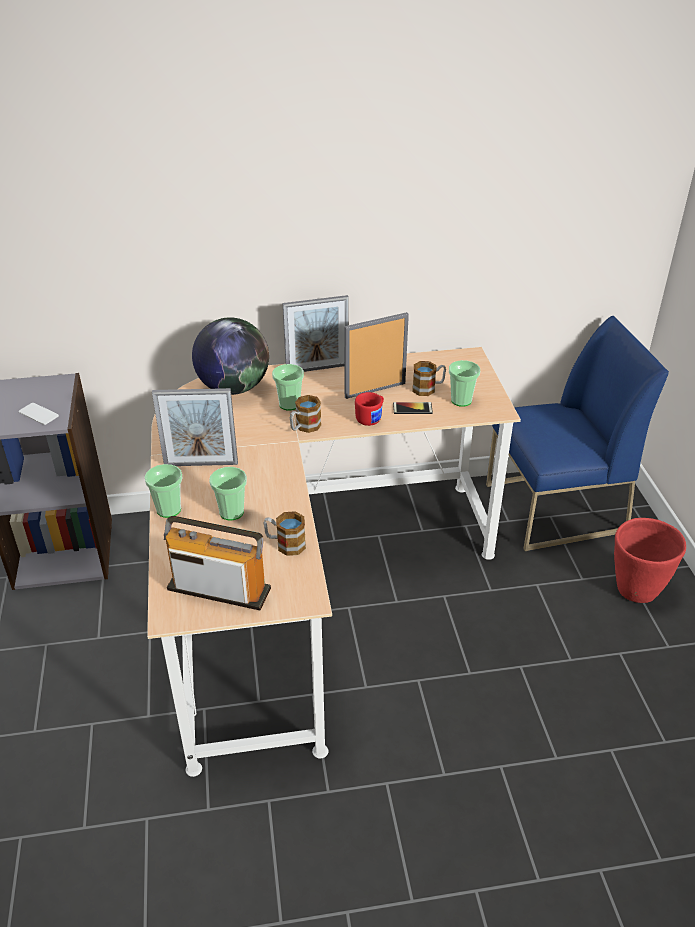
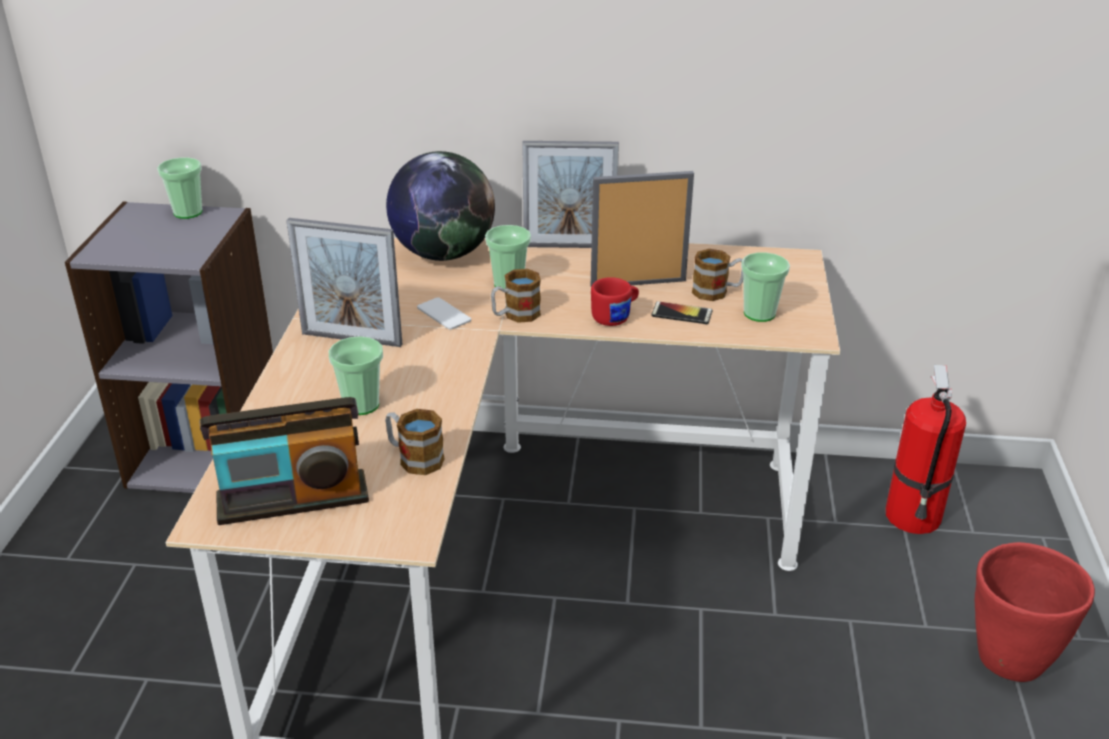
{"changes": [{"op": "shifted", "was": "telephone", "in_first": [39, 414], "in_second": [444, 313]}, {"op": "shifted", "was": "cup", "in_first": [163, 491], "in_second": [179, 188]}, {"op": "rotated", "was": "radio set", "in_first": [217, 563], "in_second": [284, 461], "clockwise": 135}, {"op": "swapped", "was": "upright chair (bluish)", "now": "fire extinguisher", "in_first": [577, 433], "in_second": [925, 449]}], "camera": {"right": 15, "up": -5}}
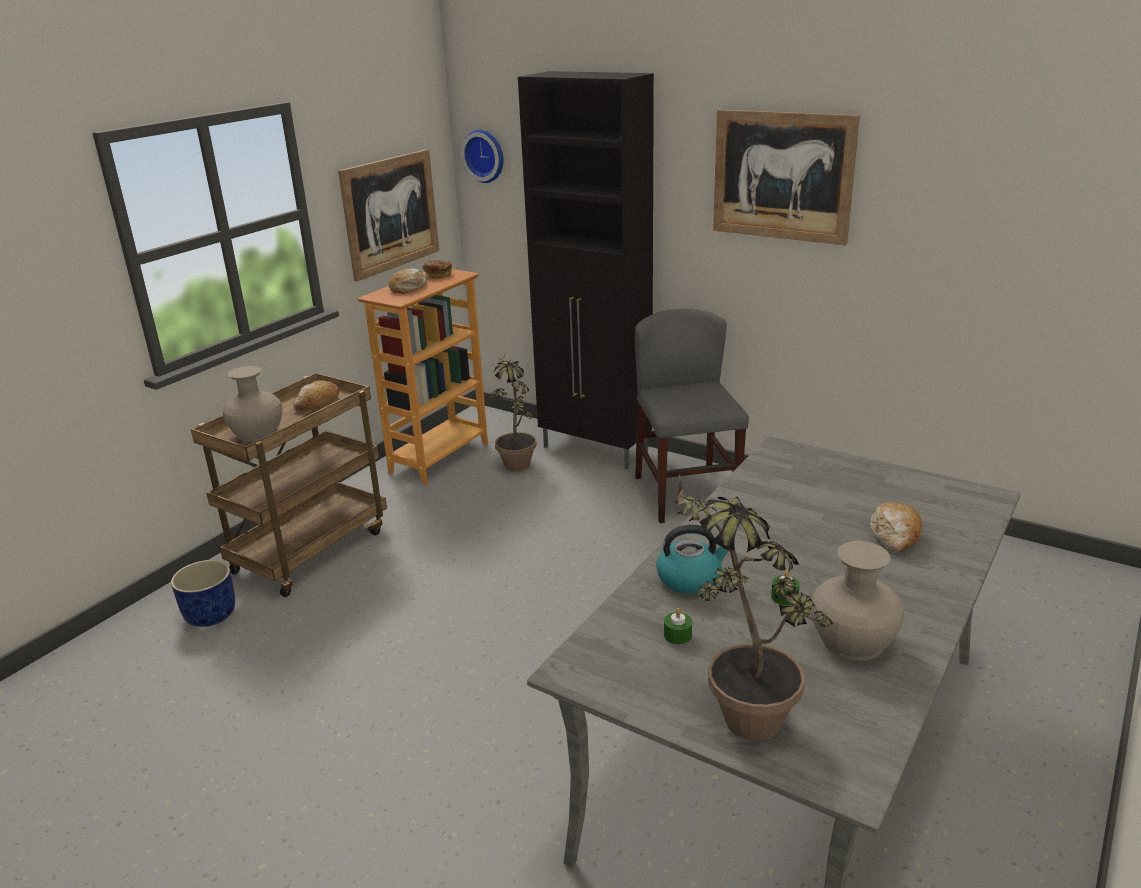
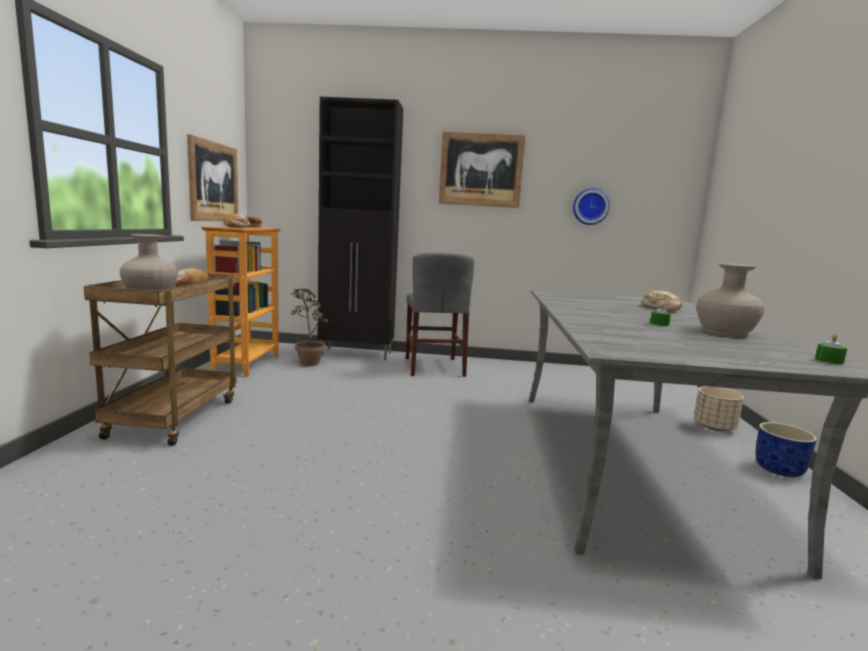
{"changes": [{"op": "shifted", "was": "flower pot (bluish)", "in_first": [203, 593], "in_second": [786, 449]}, {"op": "shifted", "was": "wall clock", "in_first": [482, 156], "in_second": [591, 206]}, {"op": "rotated", "was": "upright chair (grey)", "in_first": [692, 416], "in_second": [440, 315], "clockwise": -150}, {"op": "gone", "was": "kettle", "in_first": [693, 559]}, {"op": "shifted", "was": "wax candle (green-coloured)", "in_first": [678, 626], "in_second": [831, 349]}, {"op": "gone", "was": "potted plant", "in_first": [754, 606]}, {"op": "new", "now": "flower pot (beige-coloured)", "in_second": [719, 408]}], "camera": {"right": -30, "up": -15}}
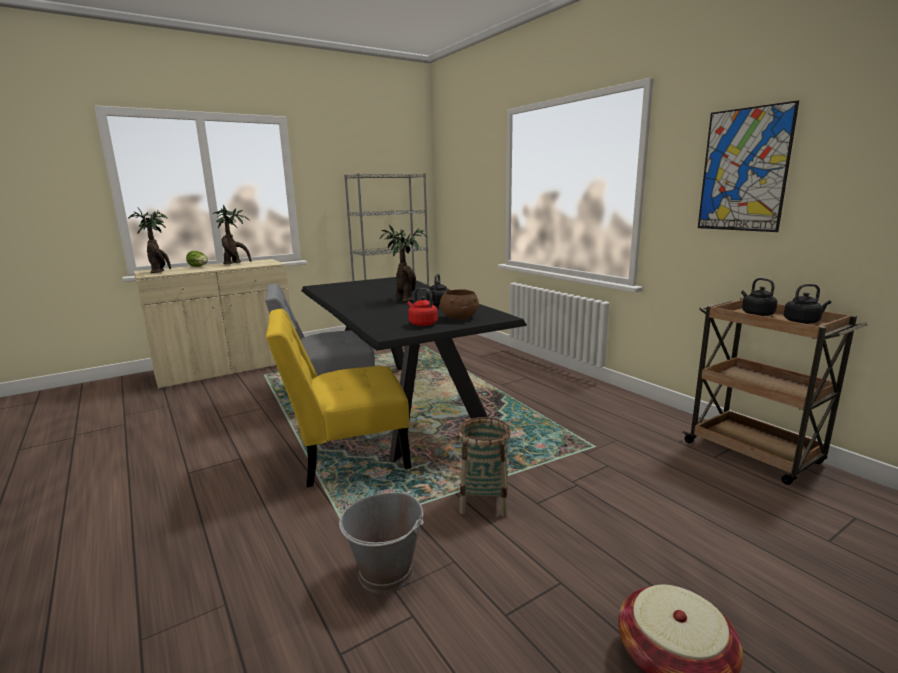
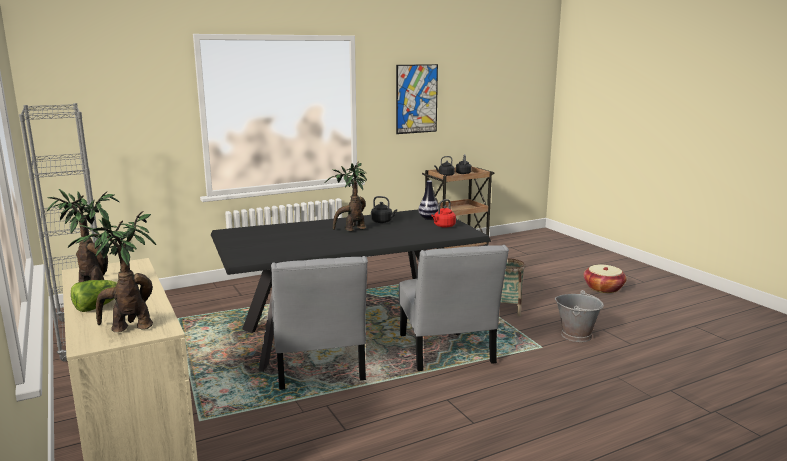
{"changes": [{"op": "repainted", "was": "upright chair (yellow)", "now": "upright chair (grey)", "in_first": [338, 398], "in_second": [454, 308]}, {"op": "swapped", "was": "serving bowl (brown-coloured)", "now": "decorative vase", "in_first": [459, 304], "in_second": [428, 200]}], "camera": {"right": -85, "up": 0}}
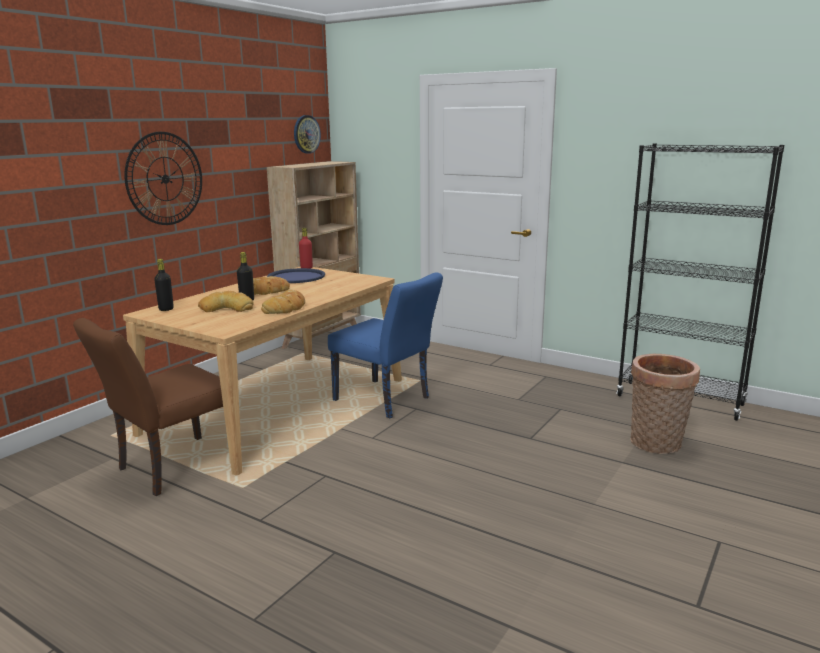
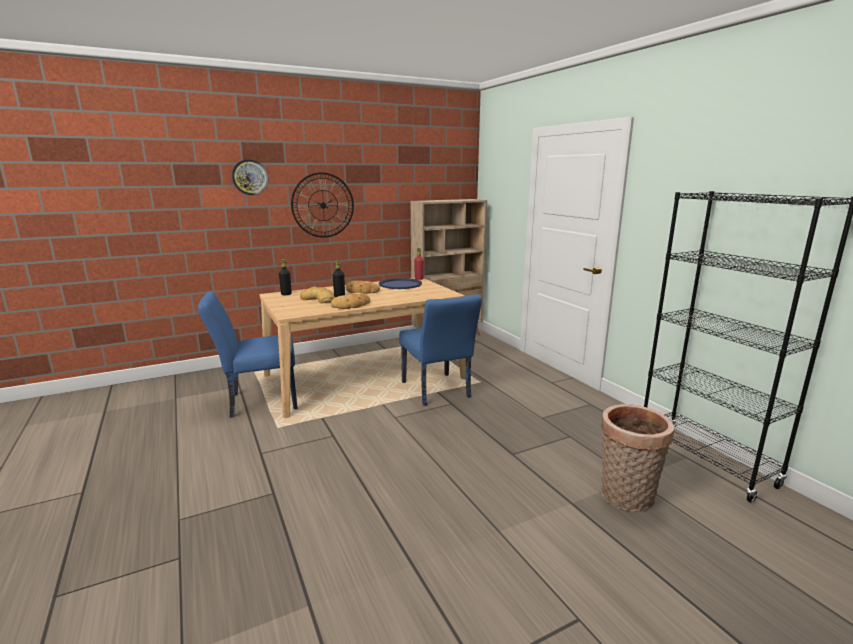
{"changes": [{"op": "repainted", "was": "upright chair (brown-coloured)", "now": "upright chair (bluish)", "in_first": [148, 407], "in_second": [248, 355]}, {"op": "shifted", "was": "wall clock", "in_first": [307, 134], "in_second": [250, 177]}], "camera": {"right": 30, "up": 0}}
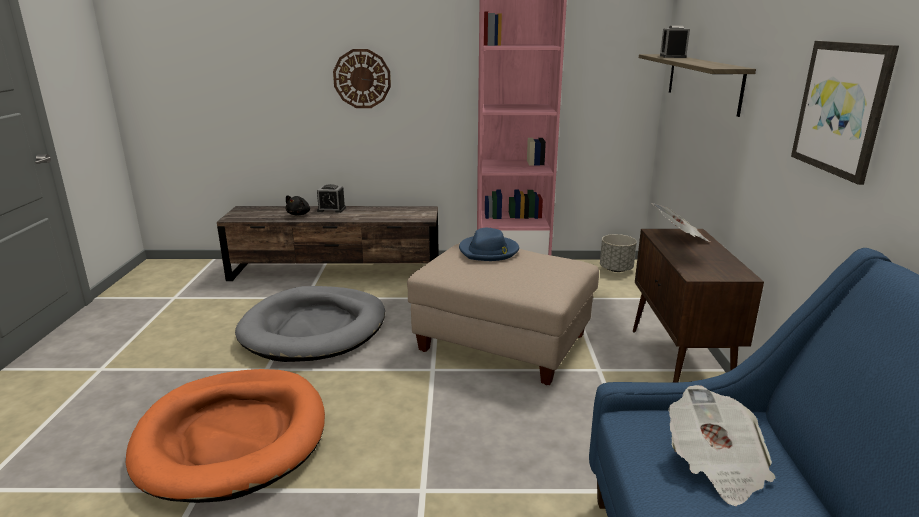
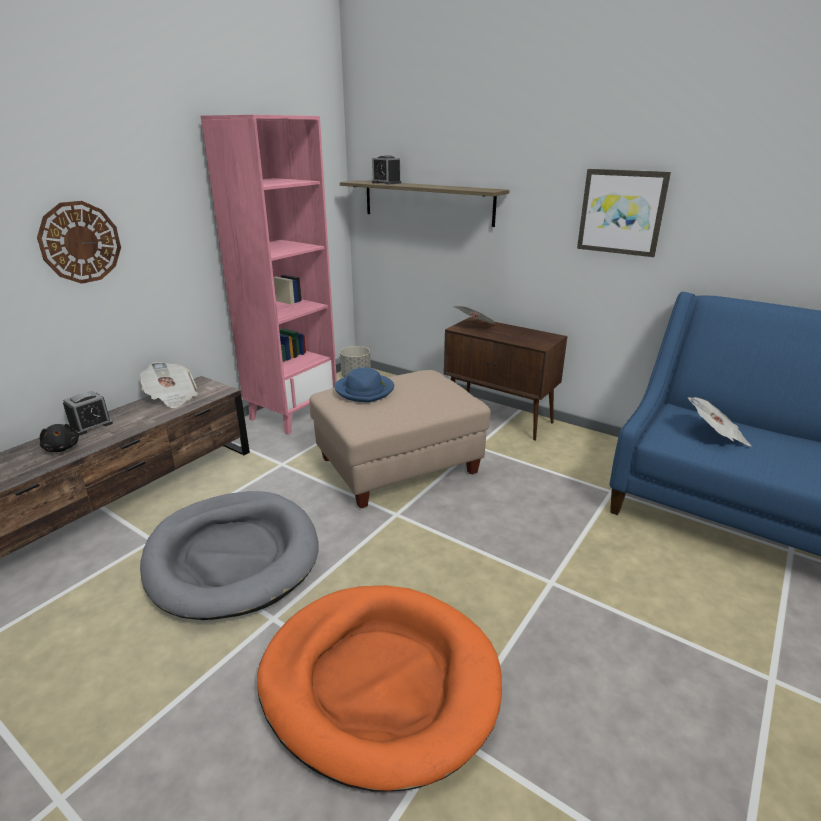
{"changes": [{"op": "new", "now": "daily paper", "in_second": [169, 384]}], "camera": {"right": -55, "up": 5}}
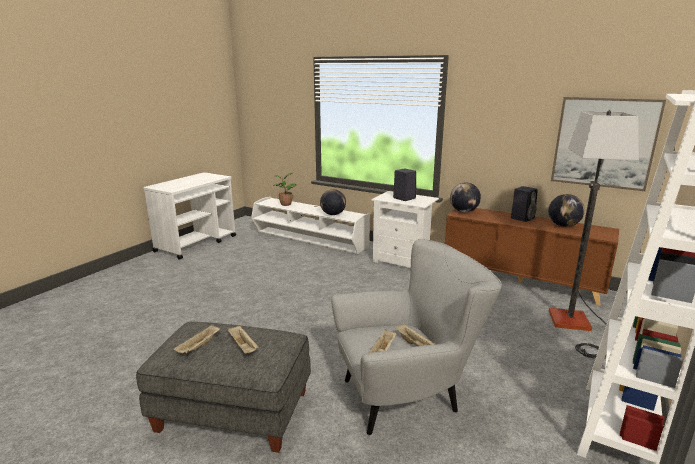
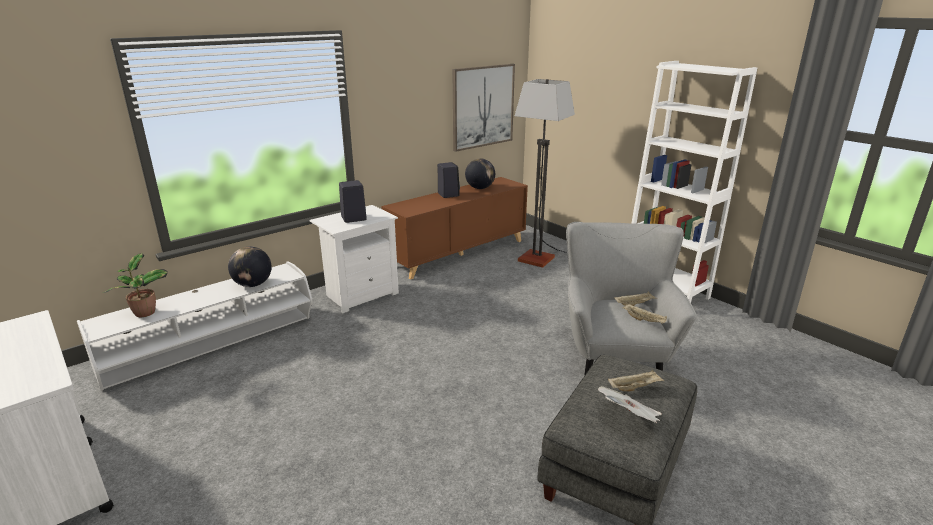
{"changes": [{"op": "swapped", "was": "tray (beige-coloured)", "now": "daily paper", "in_first": [197, 338], "in_second": [630, 404]}, {"op": "gone", "was": "world globe", "in_first": [465, 197]}], "camera": {"right": -70, "up": 5}}
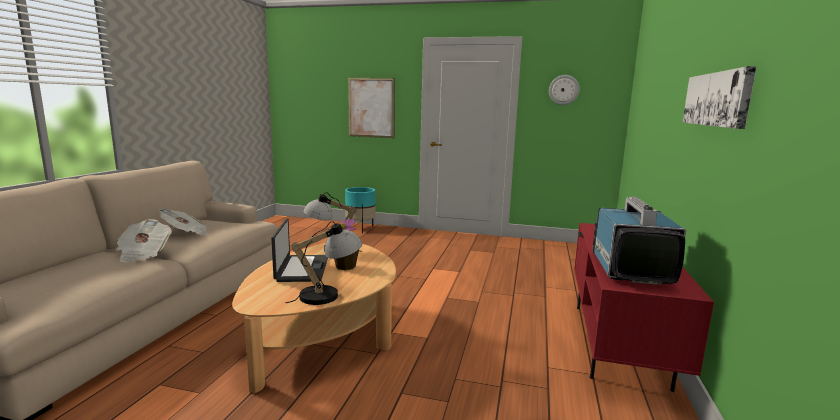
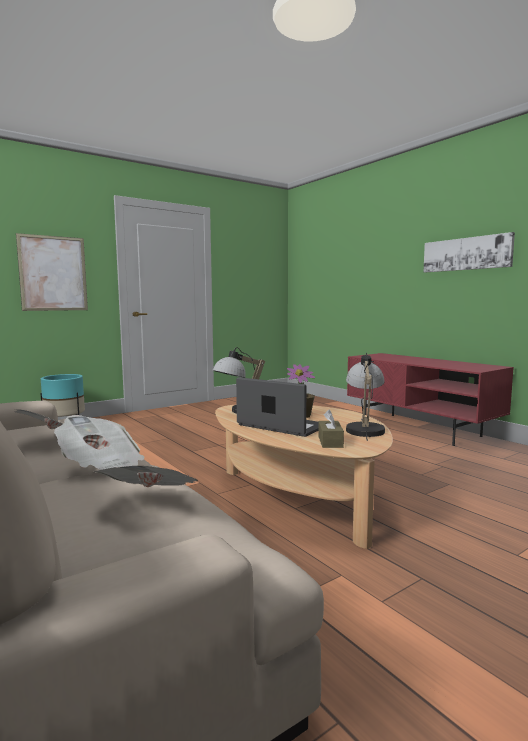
{"changes": [{"op": "gone", "was": "wall clock", "in_first": [564, 90]}, {"op": "gone", "was": "television", "in_first": [639, 241]}, {"op": "new", "now": "daily paper", "in_second": [145, 476]}, {"op": "new", "now": "tissue box (brown-coloured)", "in_second": [331, 429]}], "camera": {"right": -50, "up": -5}}
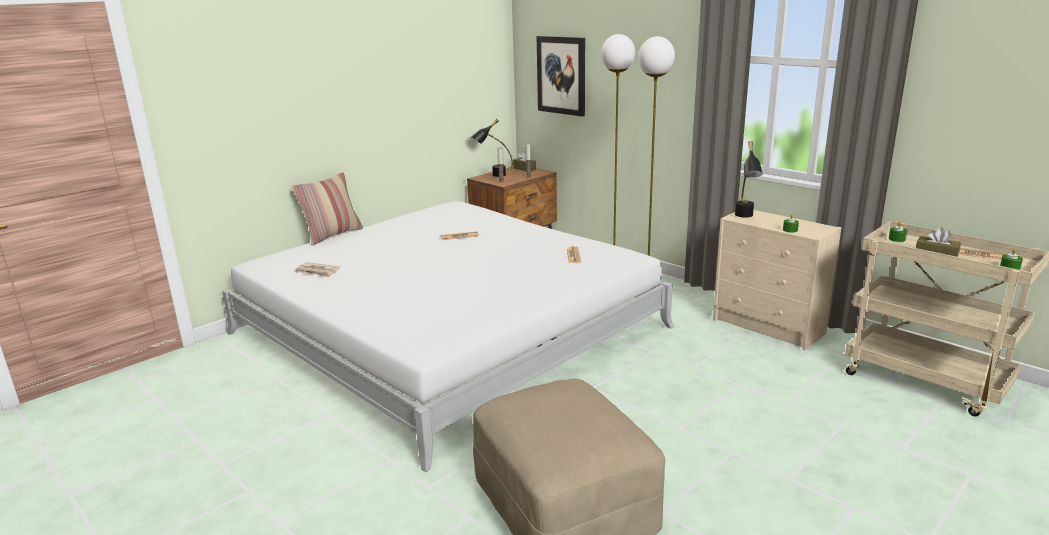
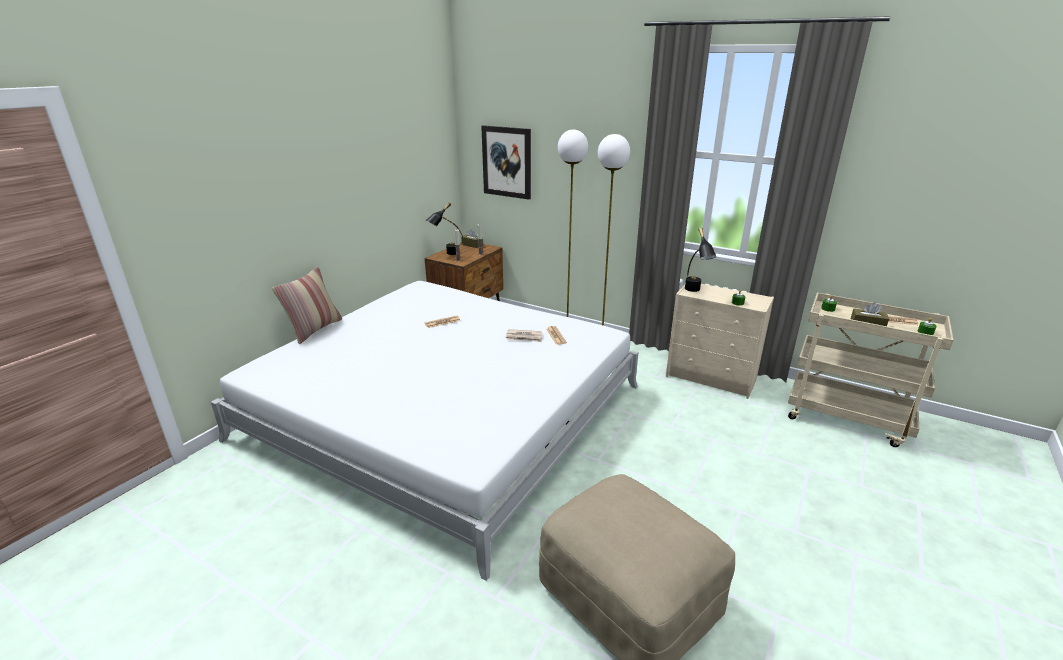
{"changes": [{"op": "shifted", "was": "daily paper", "in_first": [317, 270], "in_second": [523, 335]}], "camera": {"right": -15, "up": 5}}
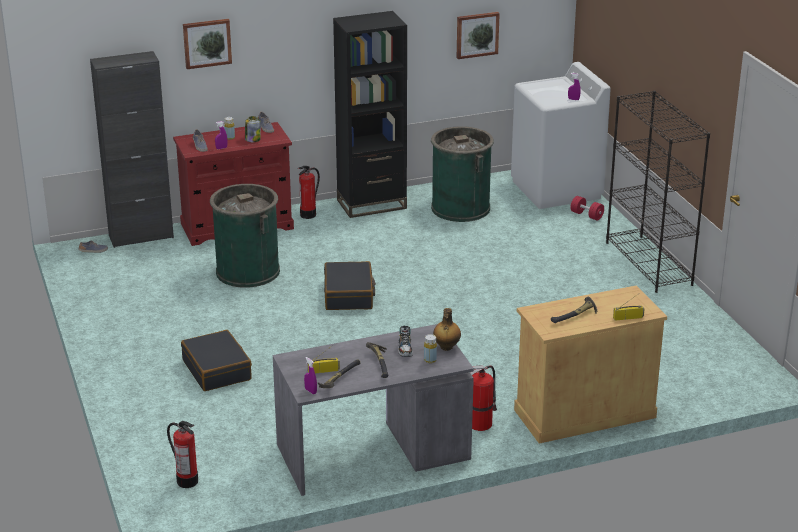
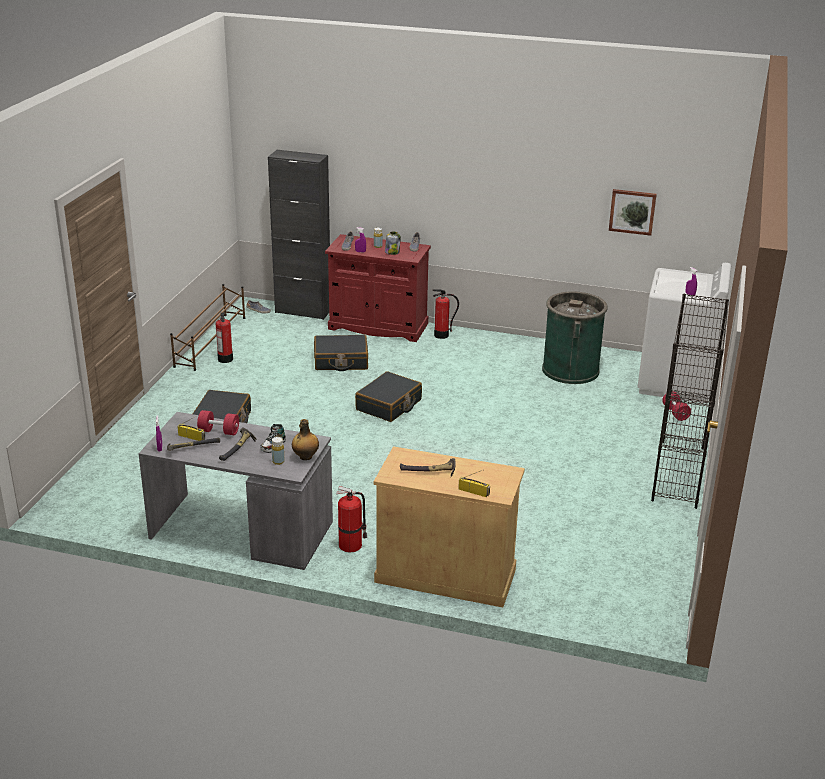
{"changes": [{"op": "shifted", "was": "fire extinguisher", "in_first": [182, 454], "in_second": [224, 338]}, {"op": "gone", "was": "wall art", "in_first": [207, 44]}, {"op": "swapped", "was": "waste bin (green-coloured)", "now": "travel case (black)", "in_first": [245, 236], "in_second": [341, 353]}, {"op": "gone", "was": "shelving unit (black)", "in_first": [370, 114]}, {"op": "new", "now": "shoe shelf (brown-coloured)", "in_second": [207, 327]}, {"op": "new", "now": "hand weight (red-coloured)", "in_second": [218, 422]}], "camera": {"right": 35, "up": 0}}
